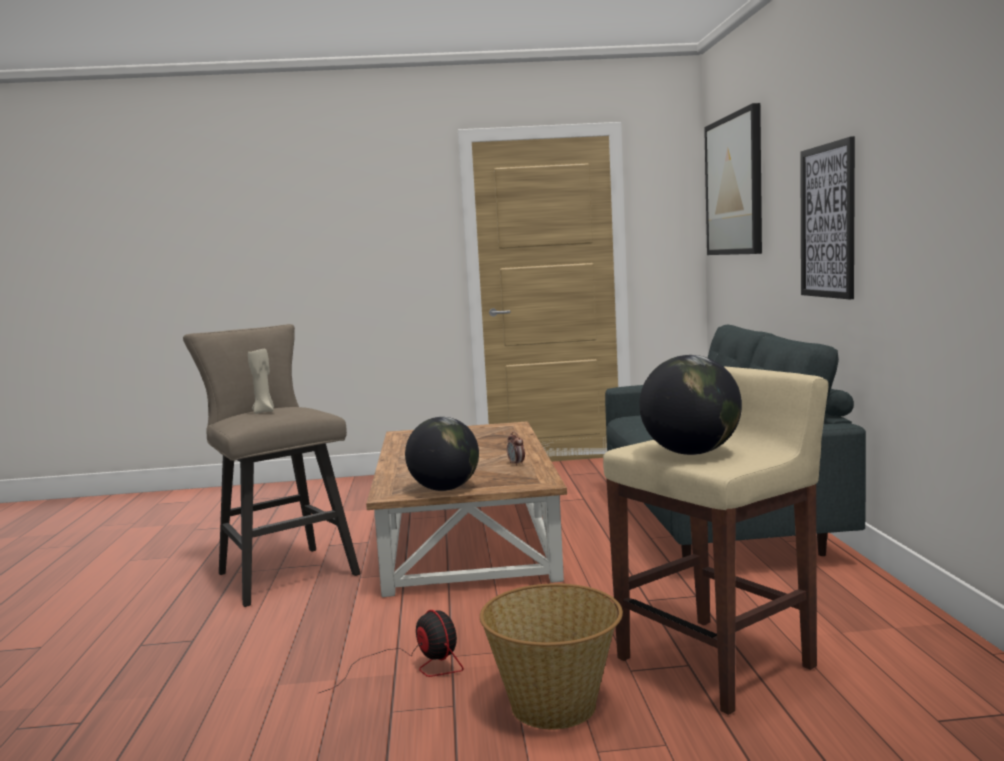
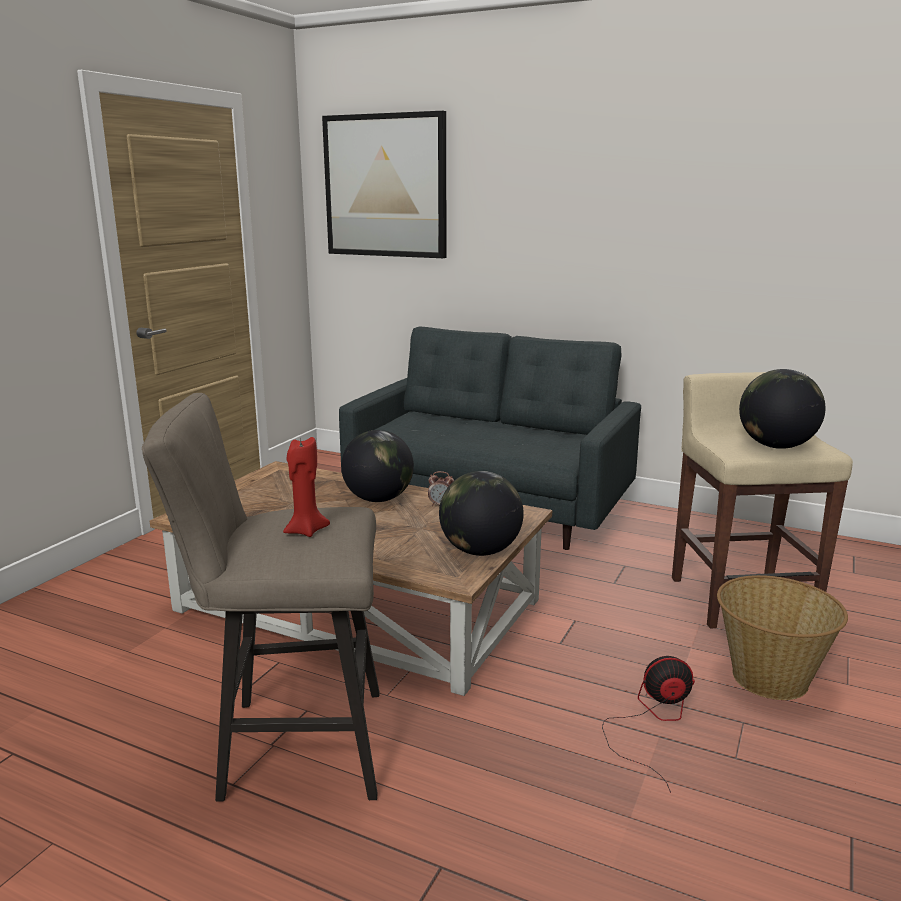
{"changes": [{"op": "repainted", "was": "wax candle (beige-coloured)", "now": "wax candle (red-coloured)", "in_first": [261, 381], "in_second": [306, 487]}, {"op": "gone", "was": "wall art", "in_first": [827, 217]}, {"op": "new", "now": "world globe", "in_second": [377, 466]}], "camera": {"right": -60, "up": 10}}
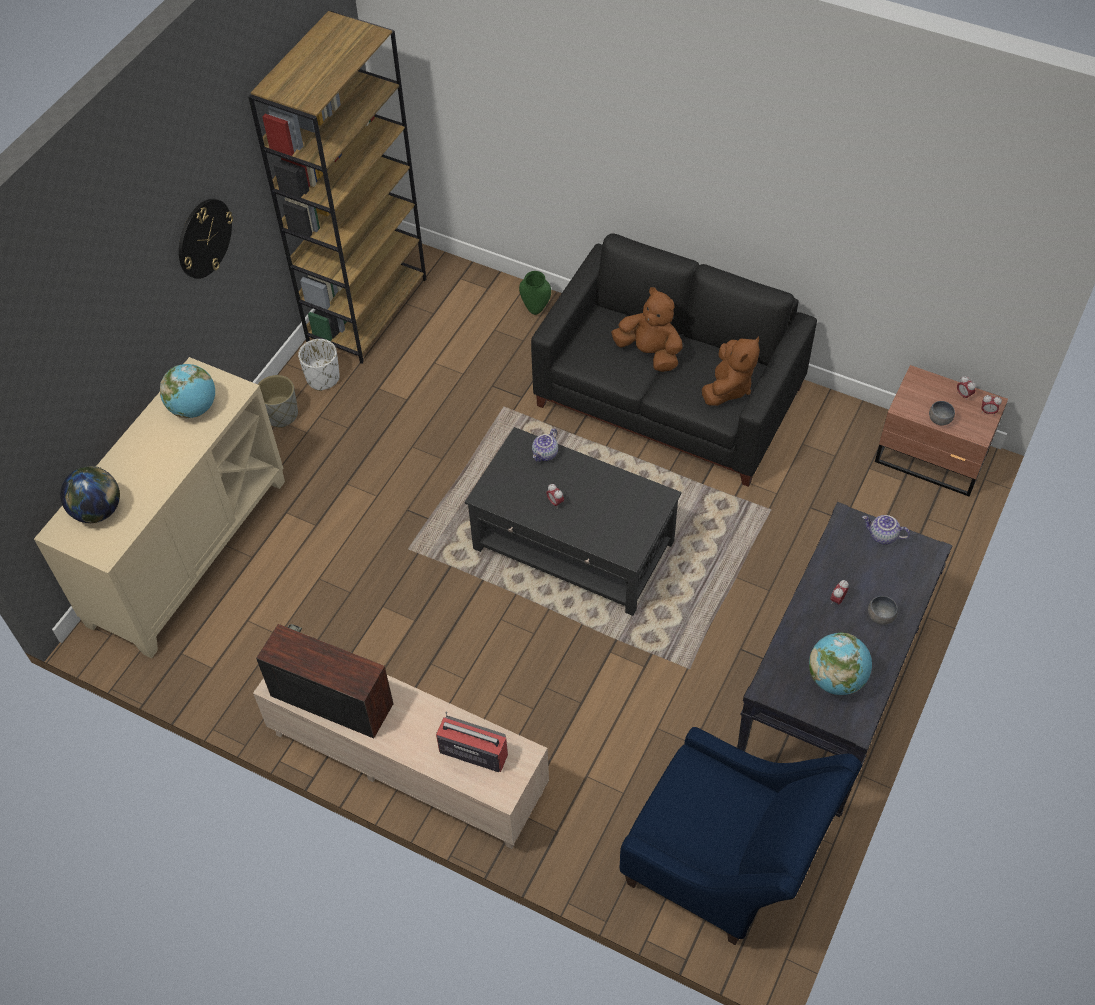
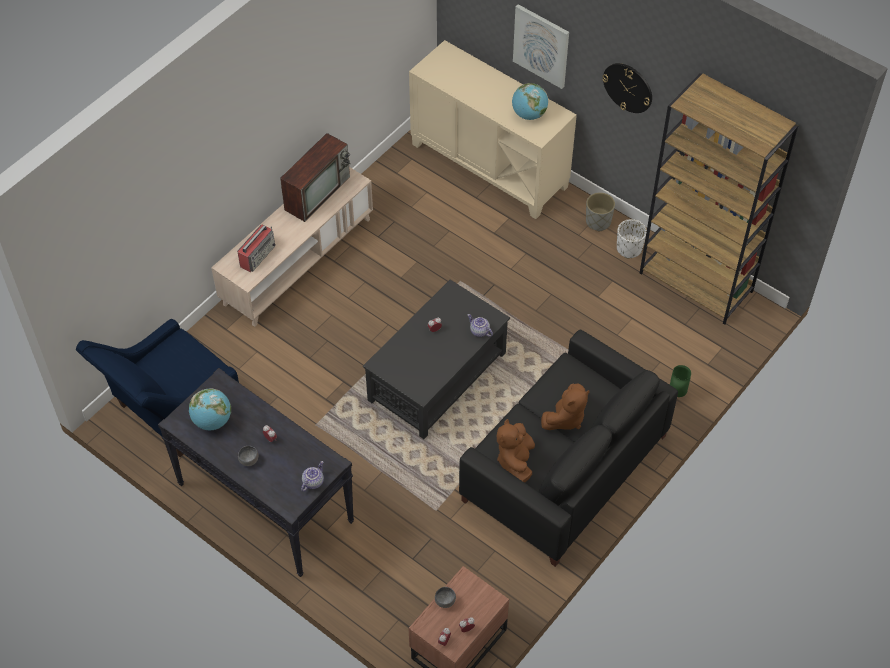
{"changes": [{"op": "gone", "was": "world globe", "in_first": [90, 495]}, {"op": "rotated", "was": "soft toy (brown-coloured)", "in_first": [731, 371], "in_second": [516, 451], "clockwise": 60}, {"op": "new", "now": "wall art", "in_second": [541, 46]}], "camera": {"right": 100, "up": 0}}
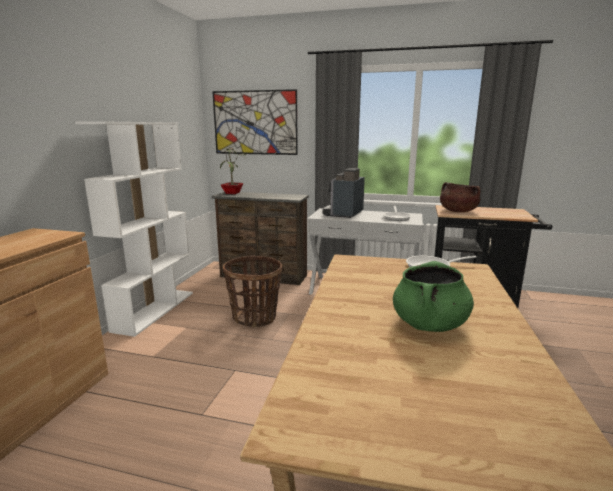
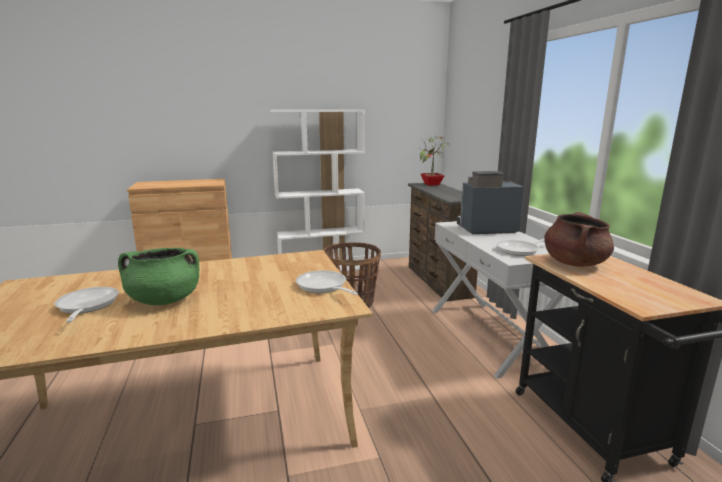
{"changes": [{"op": "gone", "was": "wall art", "in_first": [255, 122]}, {"op": "new", "now": "frying pan", "in_second": [87, 304]}], "camera": {"right": 60, "up": 0}}
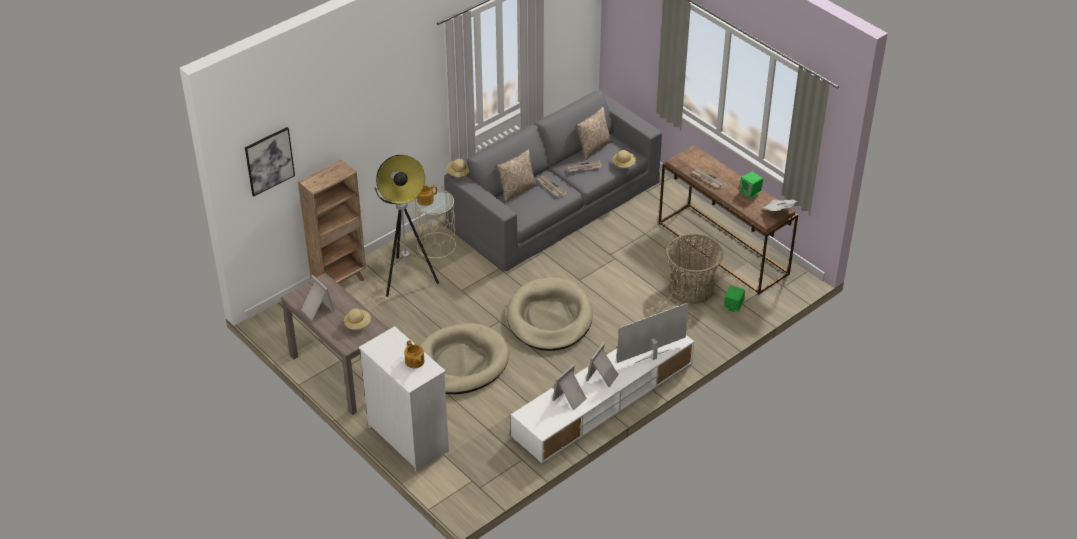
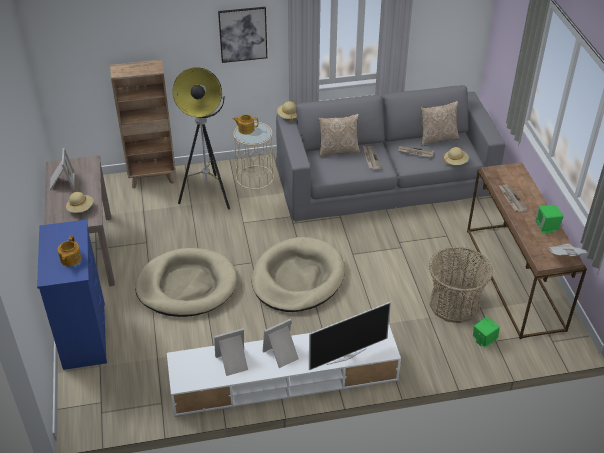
{"changes": [{"op": "shifted", "was": "wall art", "in_first": [270, 161], "in_second": [242, 35]}, {"op": "repainted", "was": "drawer chest (white-coloured)", "now": "drawer chest (bluish)", "in_first": [404, 399], "in_second": [72, 295]}, {"op": "rotated", "was": "television", "in_first": [653, 333], "in_second": [350, 336], "clockwise": 150}], "camera": {"right": 30, "up": 0}}
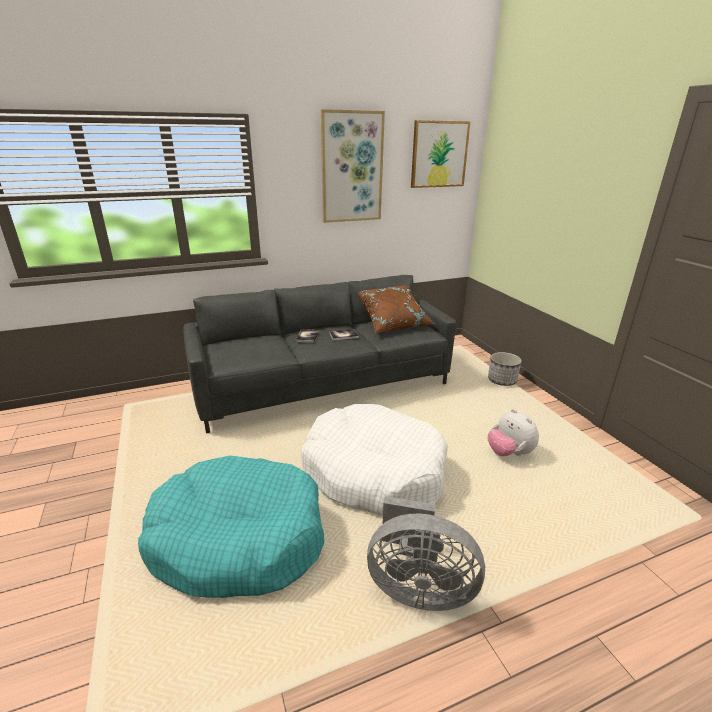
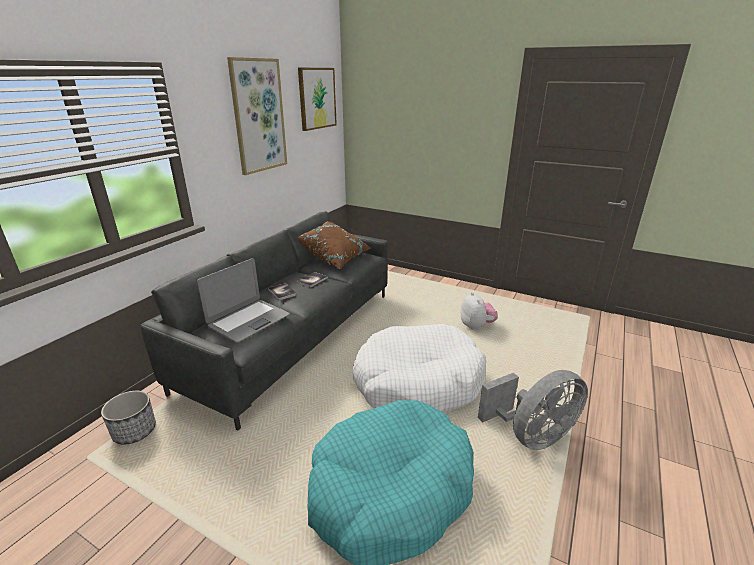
{"changes": [{"op": "shifted", "was": "flower pot", "in_first": [505, 369], "in_second": [128, 417]}, {"op": "rotated", "was": "soft toy", "in_first": [513, 432], "in_second": [479, 311], "clockwise": -120}, {"op": "new", "now": "portable computer", "in_second": [243, 300]}], "camera": {"right": -40, "up": 0}}
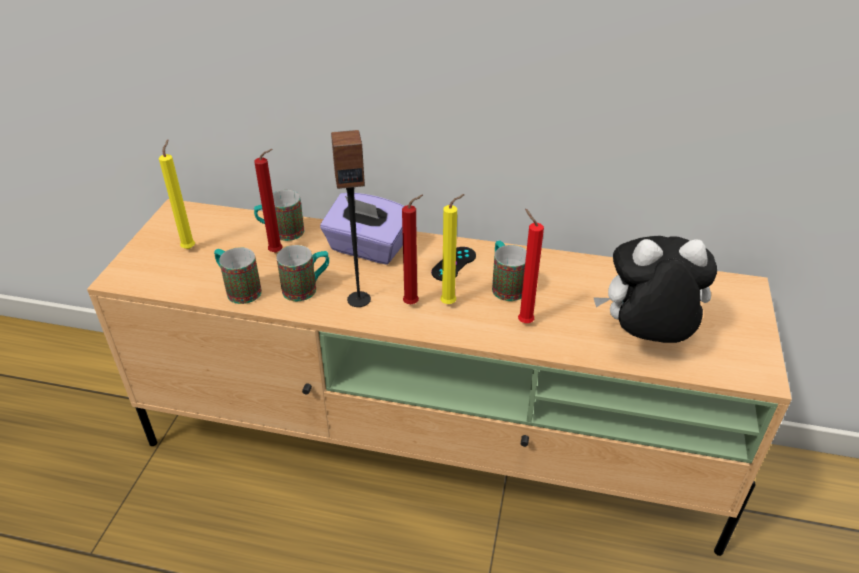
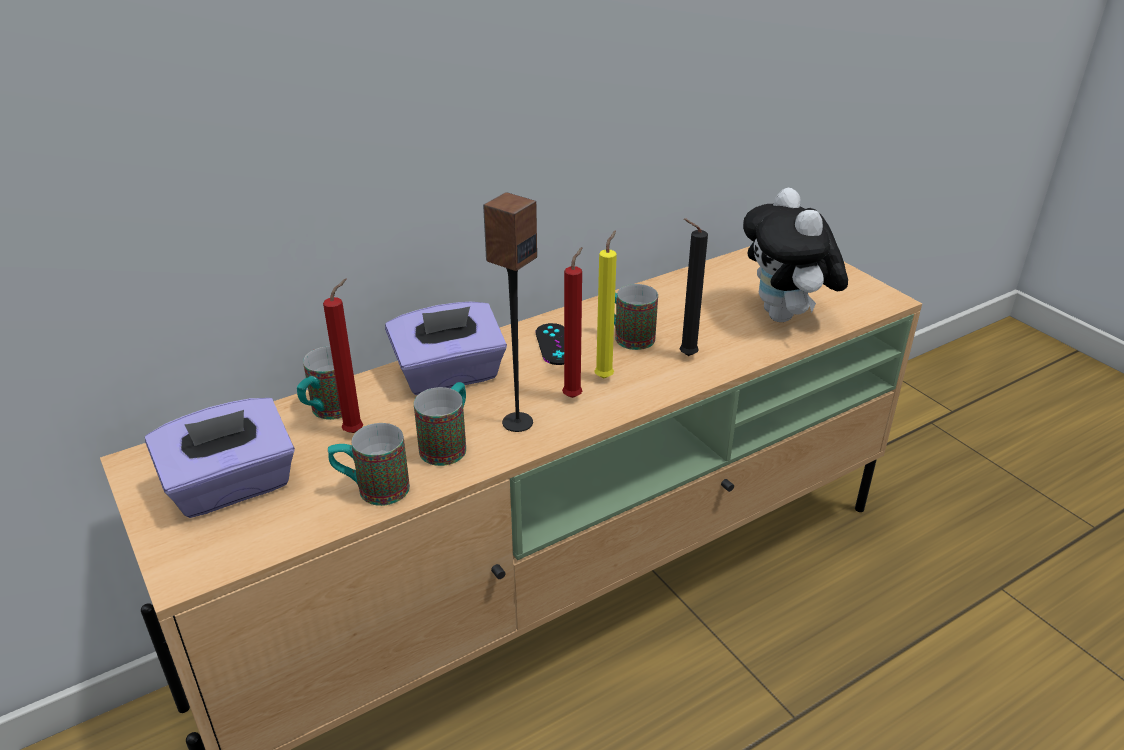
{"changes": [{"op": "swapped", "was": "wax candle (yellow)", "now": "tissue box (purplish)", "in_first": [177, 194], "in_second": [220, 458]}, {"op": "repainted", "was": "wax candle (red-coloured)", "now": "wax candle (black)", "in_first": [531, 266], "in_second": [694, 287]}, {"op": "rotated", "was": "soft toy", "in_first": [655, 289], "in_second": [795, 255], "clockwise": -60}], "camera": {"right": -45, "up": -5}}
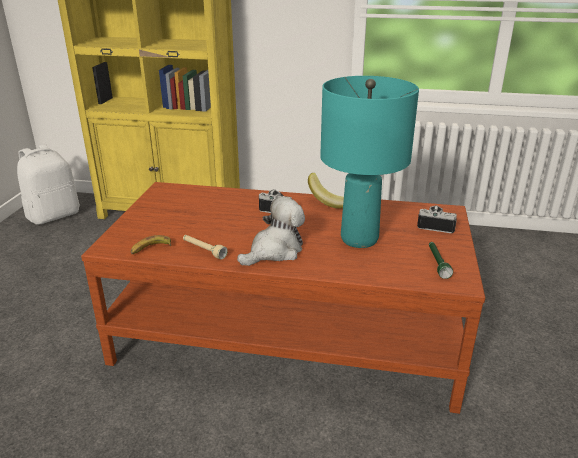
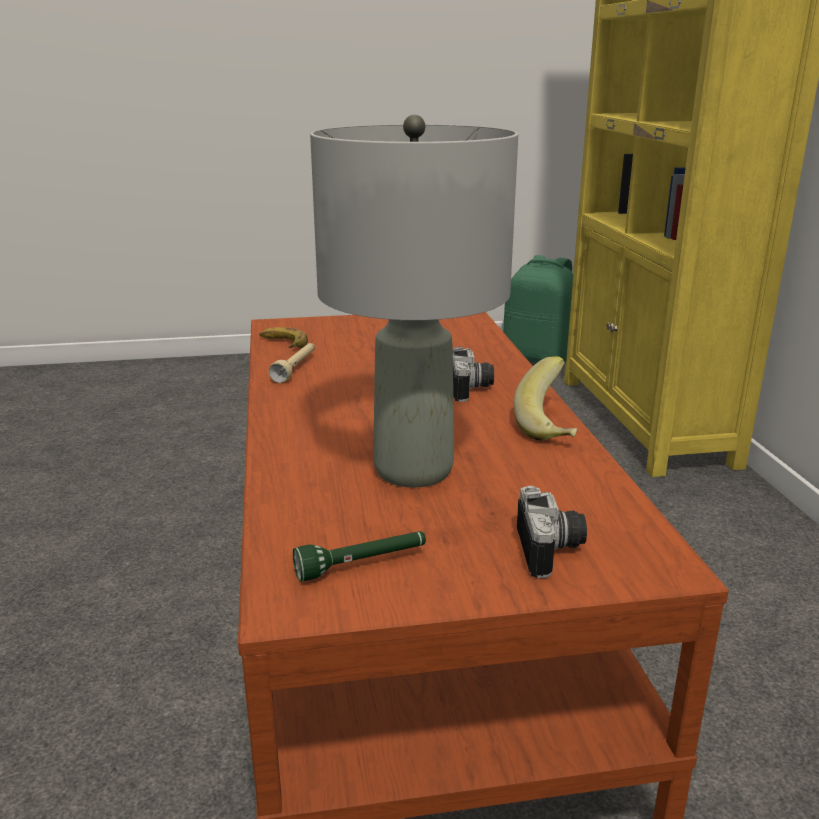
{"changes": [{"op": "repainted", "was": "knapsack (white-coloured)", "now": "knapsack (green-coloured)", "in_first": [48, 184], "in_second": [537, 309]}, {"op": "gone", "was": "soft toy", "in_first": [271, 231]}, {"op": "repainted", "was": "lamp for a table (turquoise-coloured)", "now": "lamp for a table (grey)", "in_first": [369, 162], "in_second": [414, 301]}], "camera": {"right": 70, "up": -5}}
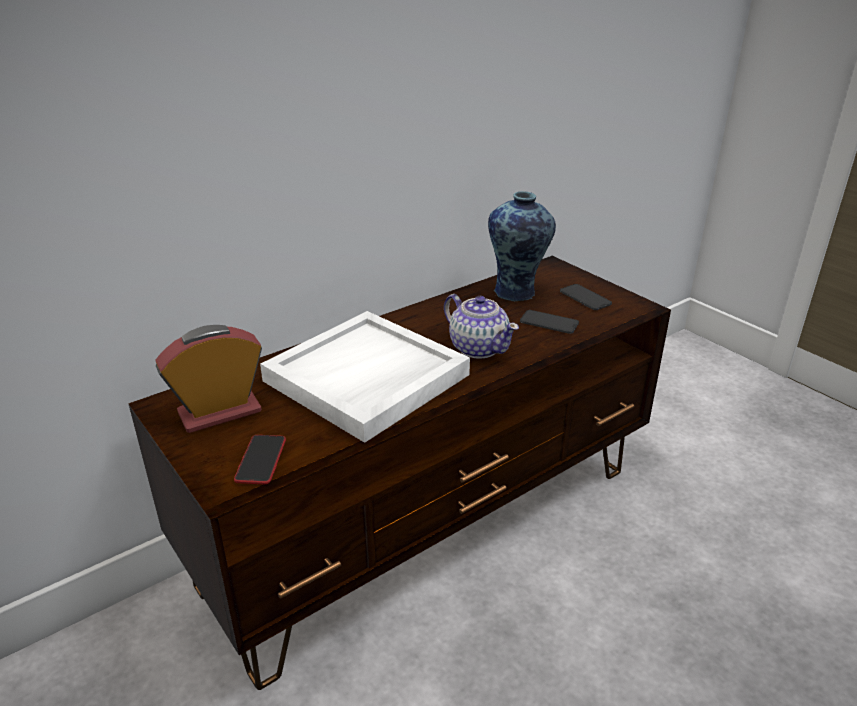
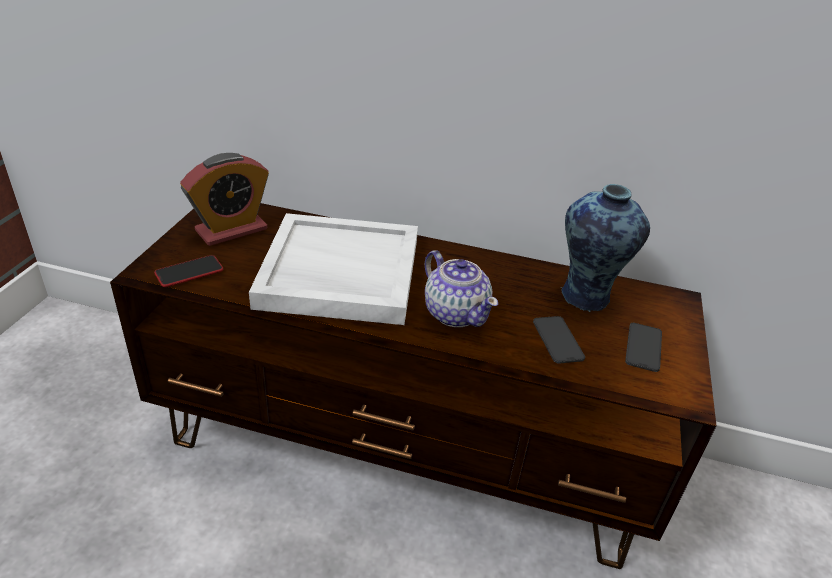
{"changes": [{"op": "rotated", "was": "bedside clock", "in_first": [208, 379], "in_second": [224, 199], "clockwise": 120}, {"op": "rotated", "was": "pot for tea", "in_first": [481, 326], "in_second": [461, 288], "clockwise": -45}], "camera": {"right": 50, "up": 5}}
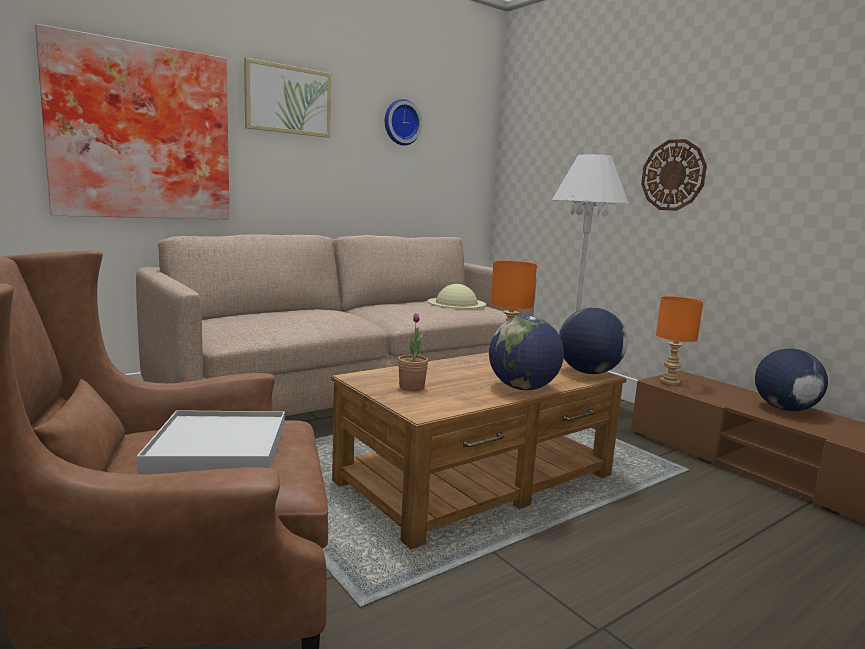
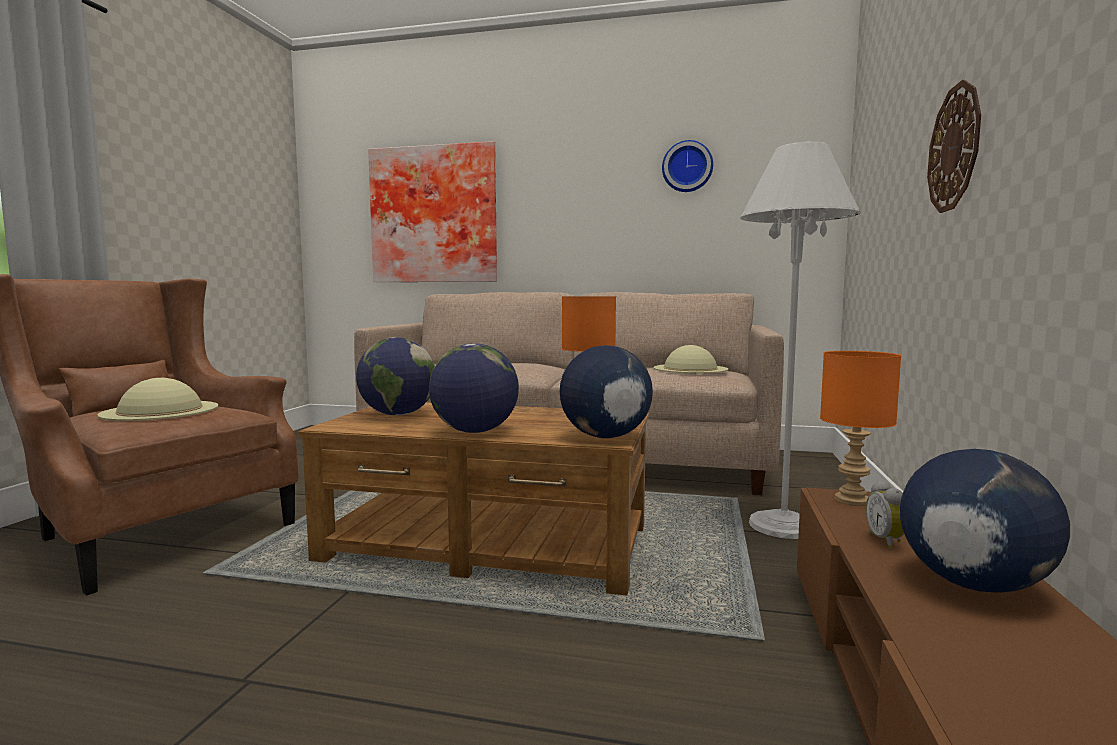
{"changes": [{"op": "swapped", "was": "tray (white-coloured)", "now": "wearable hat (beige-coloured)", "in_first": [211, 442], "in_second": [157, 399]}, {"op": "gone", "was": "wall art", "in_first": [287, 98]}, {"op": "swapped", "was": "potted plant", "now": "world globe", "in_first": [413, 352], "in_second": [395, 376]}, {"op": "new", "now": "bedside clock", "in_second": [885, 514]}], "camera": {"right": 50, "up": -5}}
